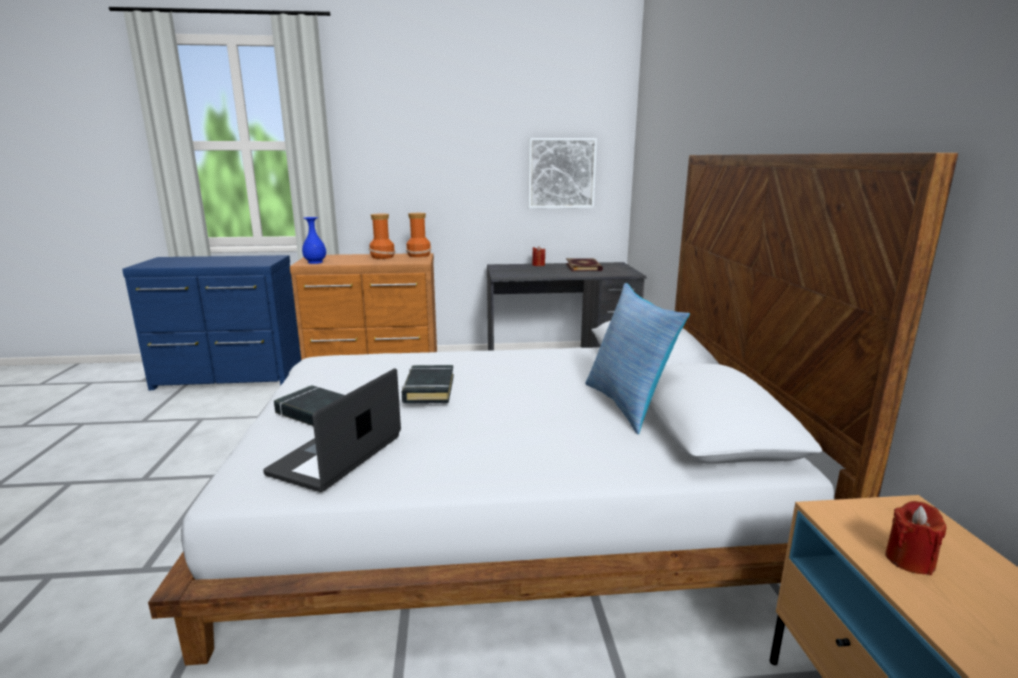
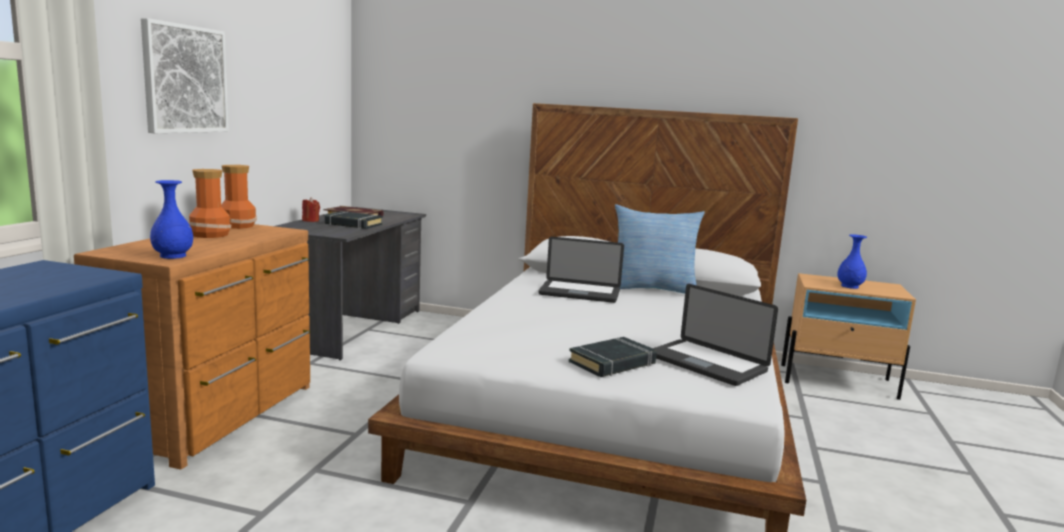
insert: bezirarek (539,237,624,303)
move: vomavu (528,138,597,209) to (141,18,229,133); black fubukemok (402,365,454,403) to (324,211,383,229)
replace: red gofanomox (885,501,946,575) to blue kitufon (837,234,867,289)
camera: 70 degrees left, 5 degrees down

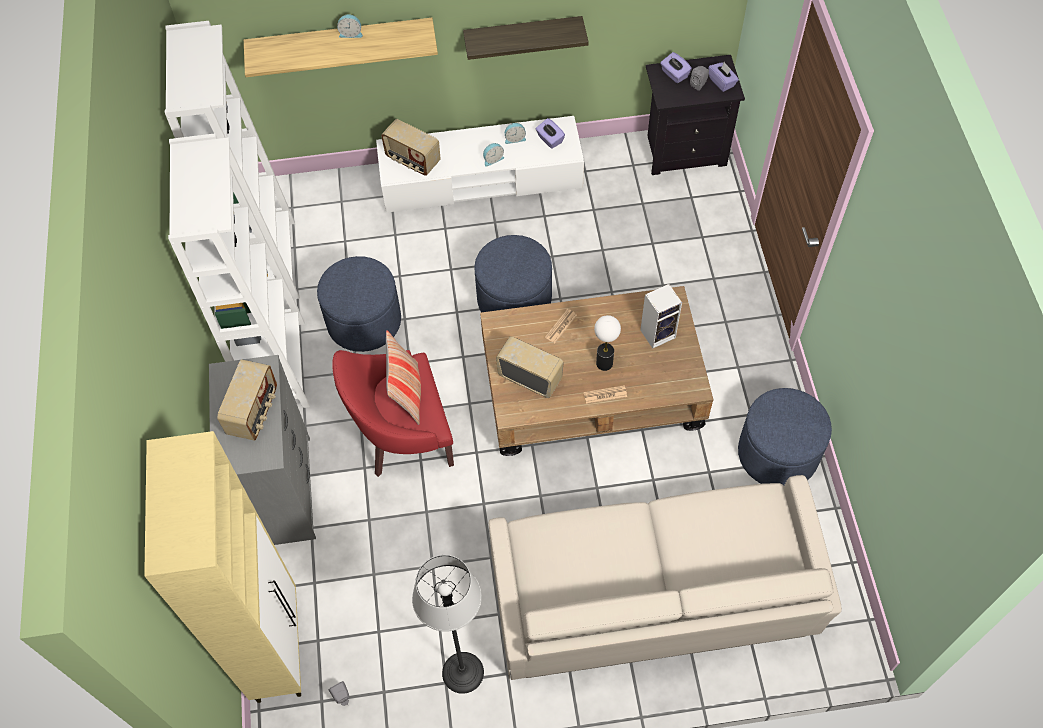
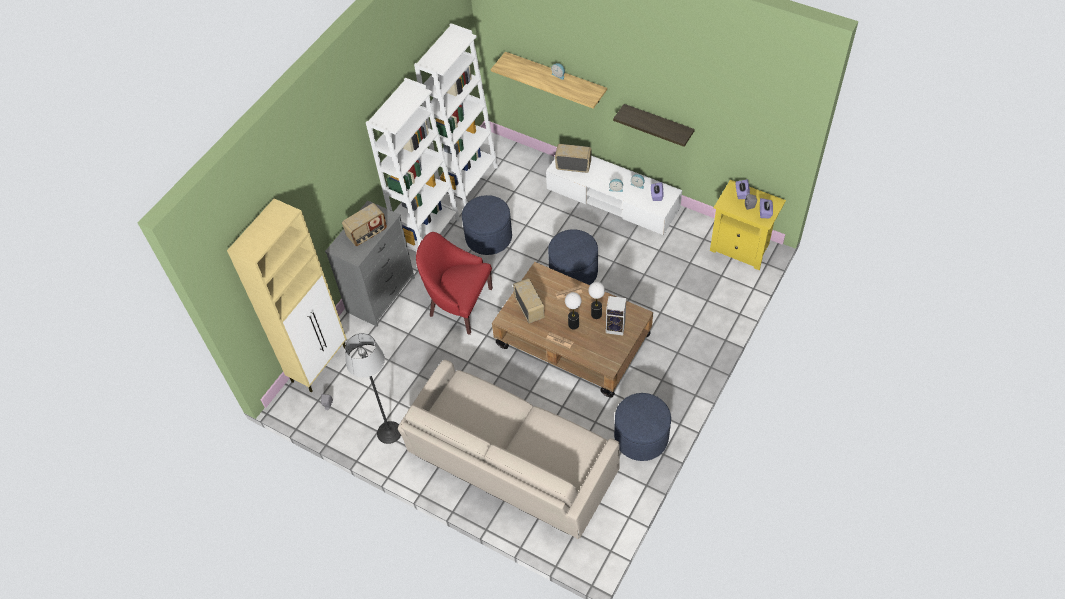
delete: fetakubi (386,330,421,425)
insert: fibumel (588,282,605,319)
recolor: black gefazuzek (646,55,745,175) to yellow gefazuzek (710,180,786,270)
rotate: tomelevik (381,119,441,176) = (555,144,592,173) 120 degrees clockwise
camera: 40 degrees right, 5 degrees down

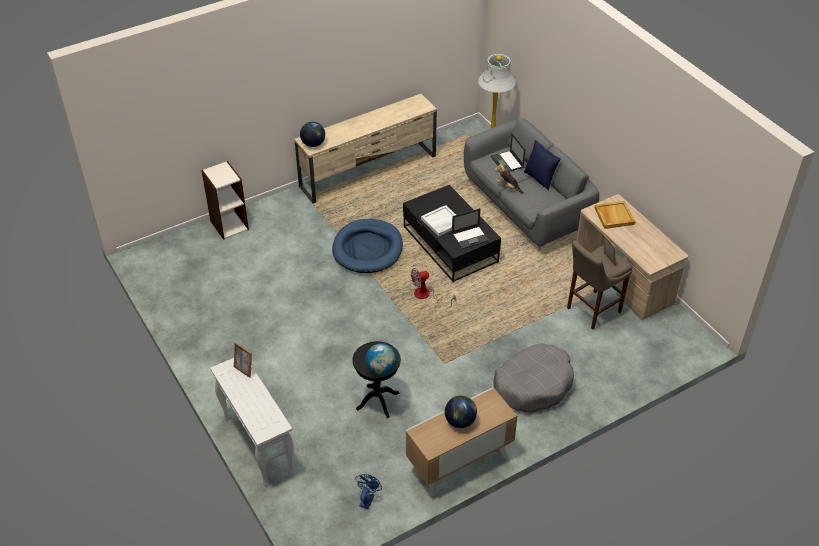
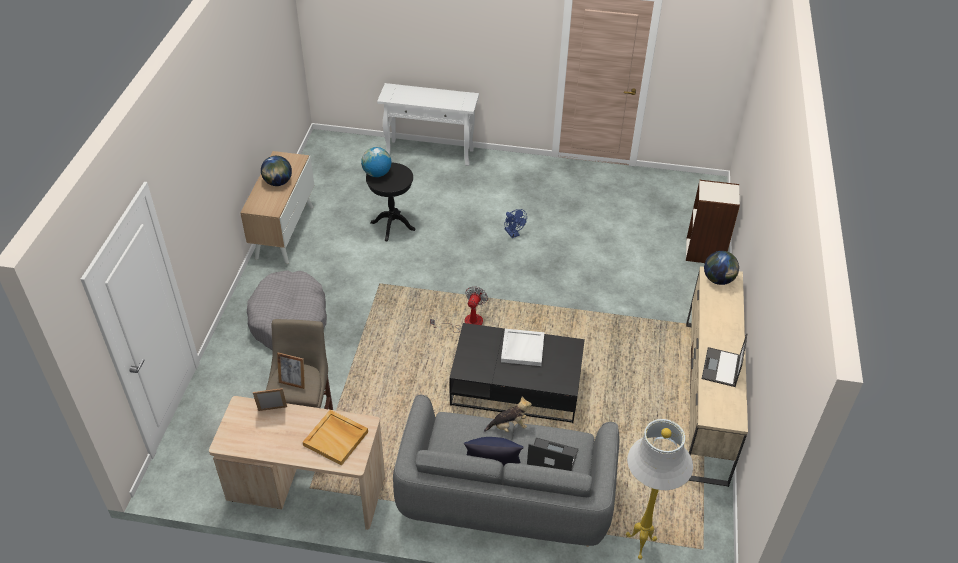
delete: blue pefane (332,219,403,273)
move: bezirarek (452,208,490,249) to (702,333,747,387); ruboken (234,343,252,378) to (253,388,287,411); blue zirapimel (355,474,382,509) to (505,209,527,238)
camera: 130 degrees right, 0 degrees up

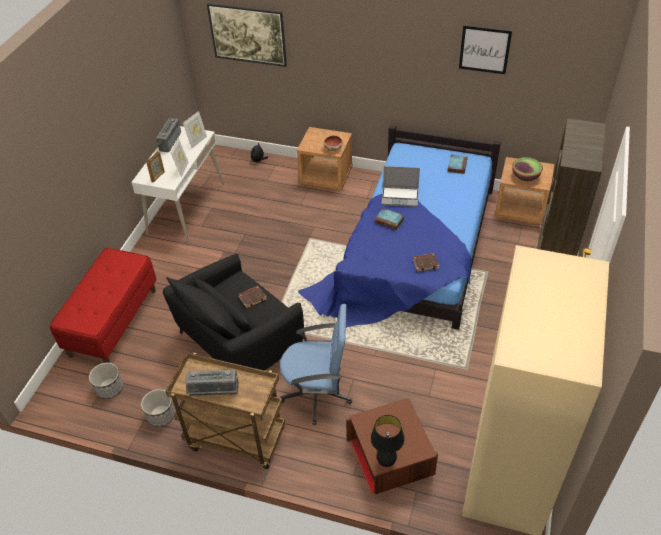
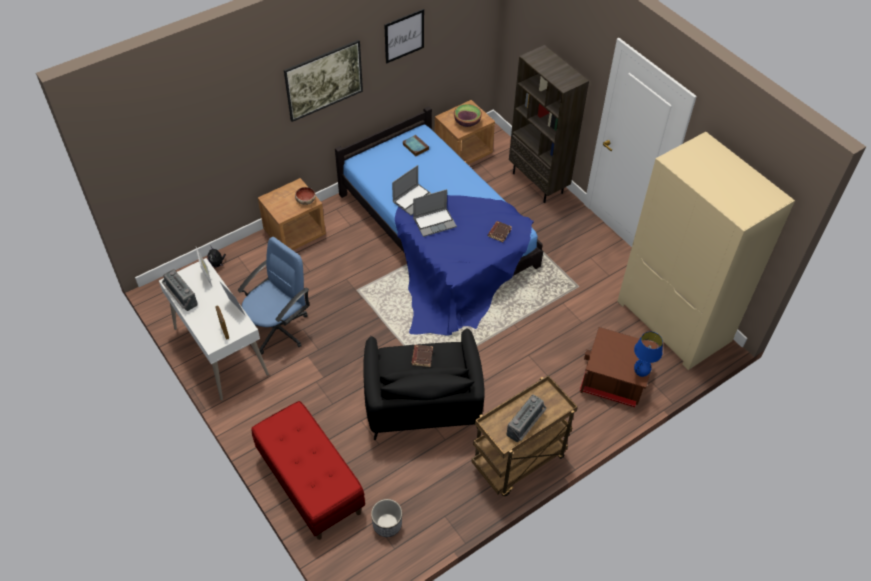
delete: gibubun (141,389,175,427)
move: vomavu (207,3,287,67) to (284,40,363,122); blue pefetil (280,304,352,425) to (238,237,309,355)
replace: fubukemok (375,208,404,230) to bezirarek (413,189,457,237)
recolor: black fibumel (371,415,405,467) to blue fibumel (634,332,663,377)
camera: 55 degrees left, 5 degrees up

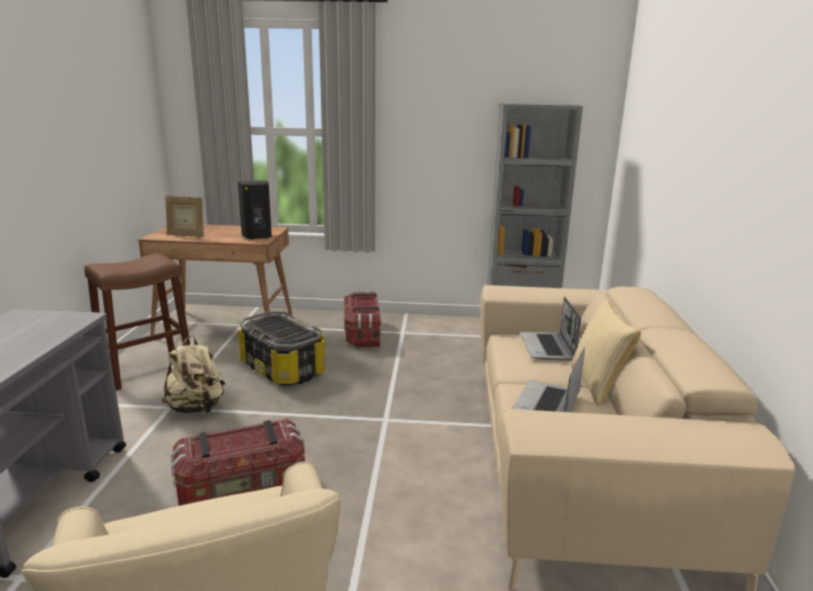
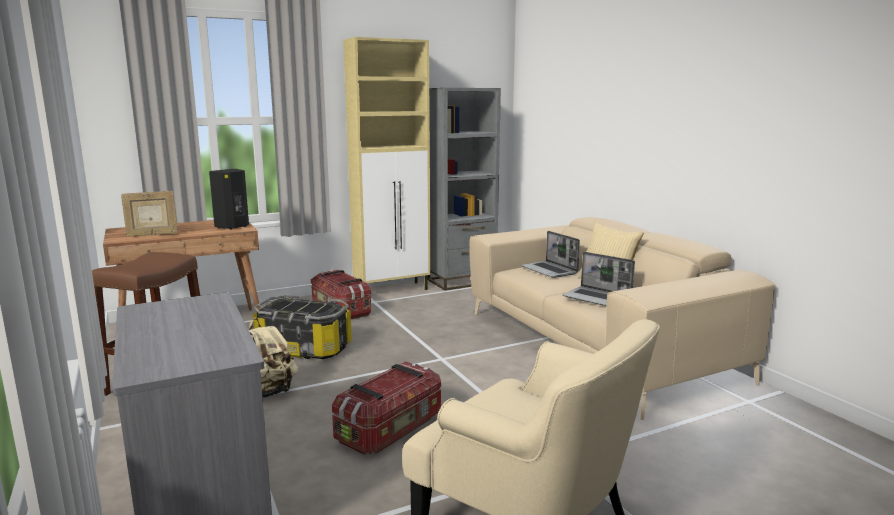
insert: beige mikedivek (343,37,431,290)
rotate: bezirarek (511,347,585,412) = (563,252,635,306) 45 degrees counterclockwise
camera: 30 degrees left, 5 degrees down

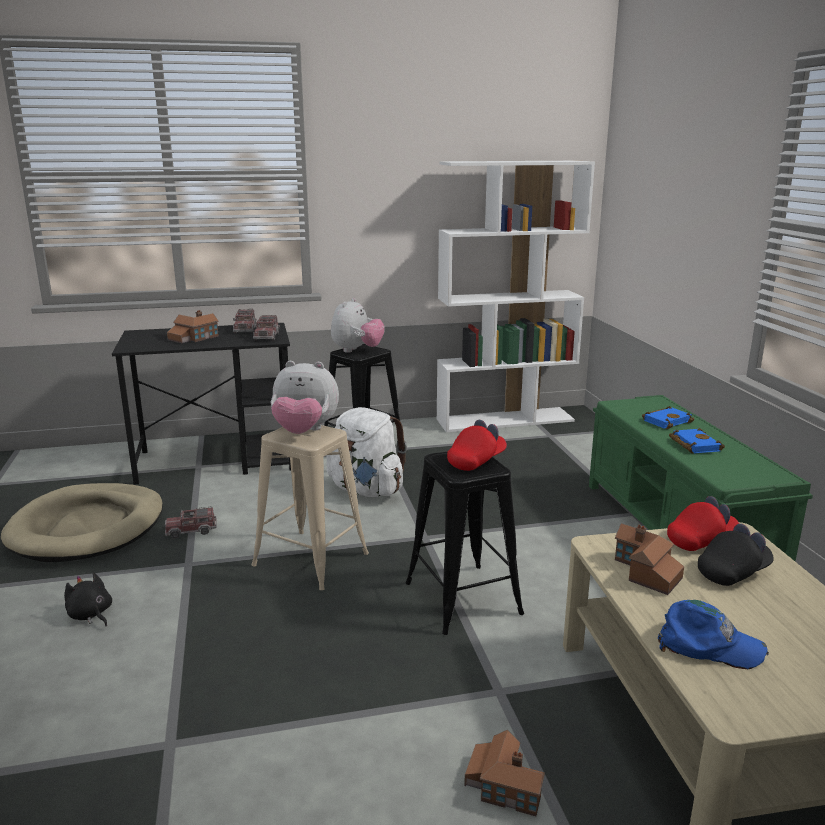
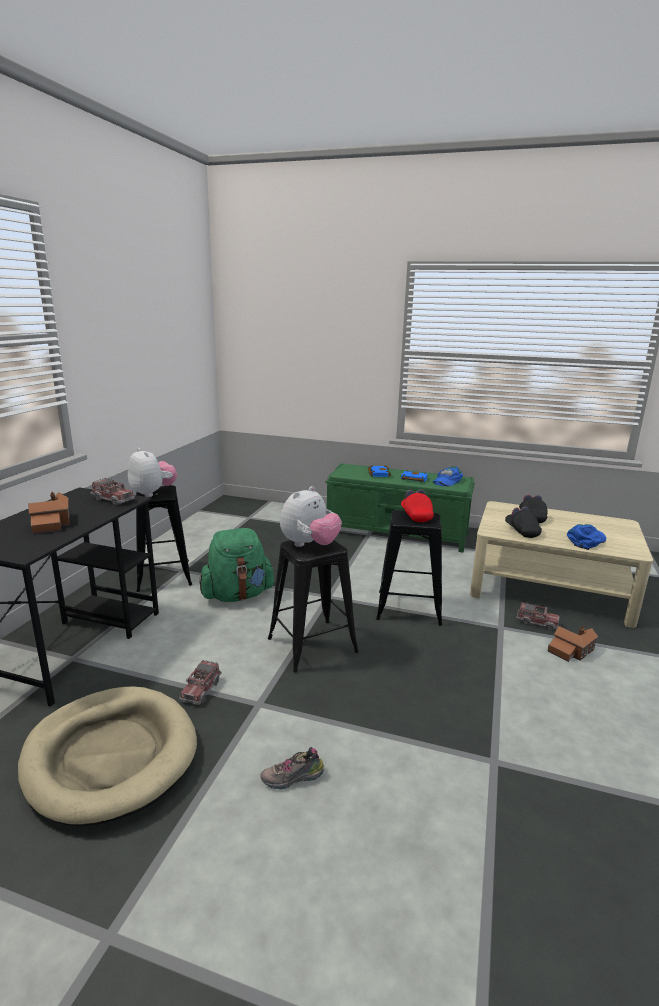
delete: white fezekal (436,161,595,432); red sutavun (667,496,739,551)
insert: blue sutavun (433,466,463,486)
move: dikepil (233,310,257,333) to (516,602,559,631)
replace: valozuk (615,523,684,595) to black sutavun (505,507,542,538); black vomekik (64,572,112,626) to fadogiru (260,747,324,789)
recolor: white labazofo (327,407,407,497) to green labazofo (199,528,275,602); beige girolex (251,425,369,590) to black girolex (268,540,359,673)
camera: 60 degrees left, 0 degrees up

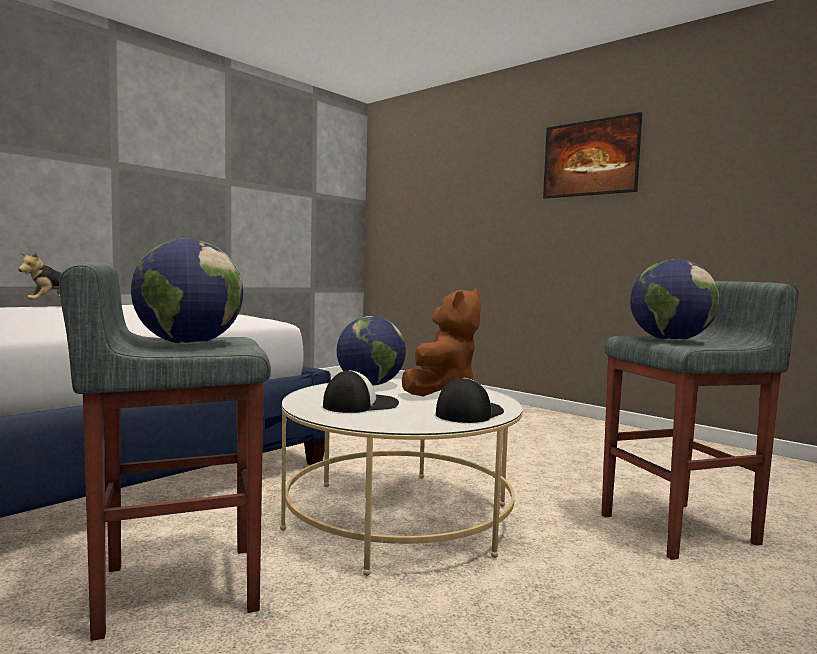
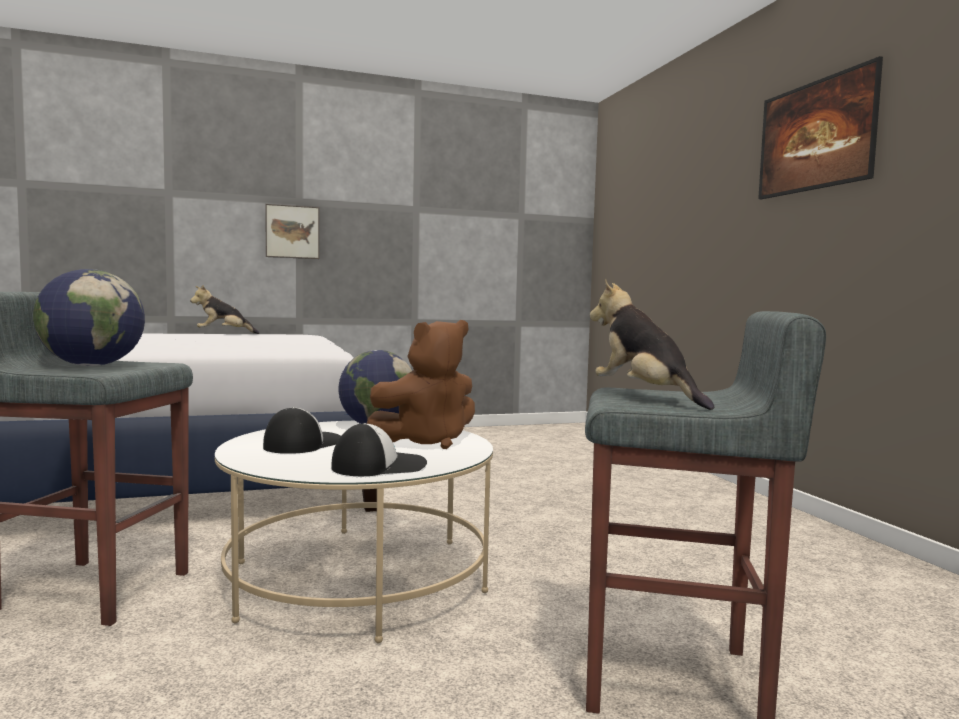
insert: vomavu (265,204,319,259)
replace: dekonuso (630,259,719,341) to vomekik (590,278,714,410)
rotate: sutavun (323,370,399,413) = (263,407,341,454) 60 degrees counterclockwise
camera: 30 degrees right, 0 degrees up

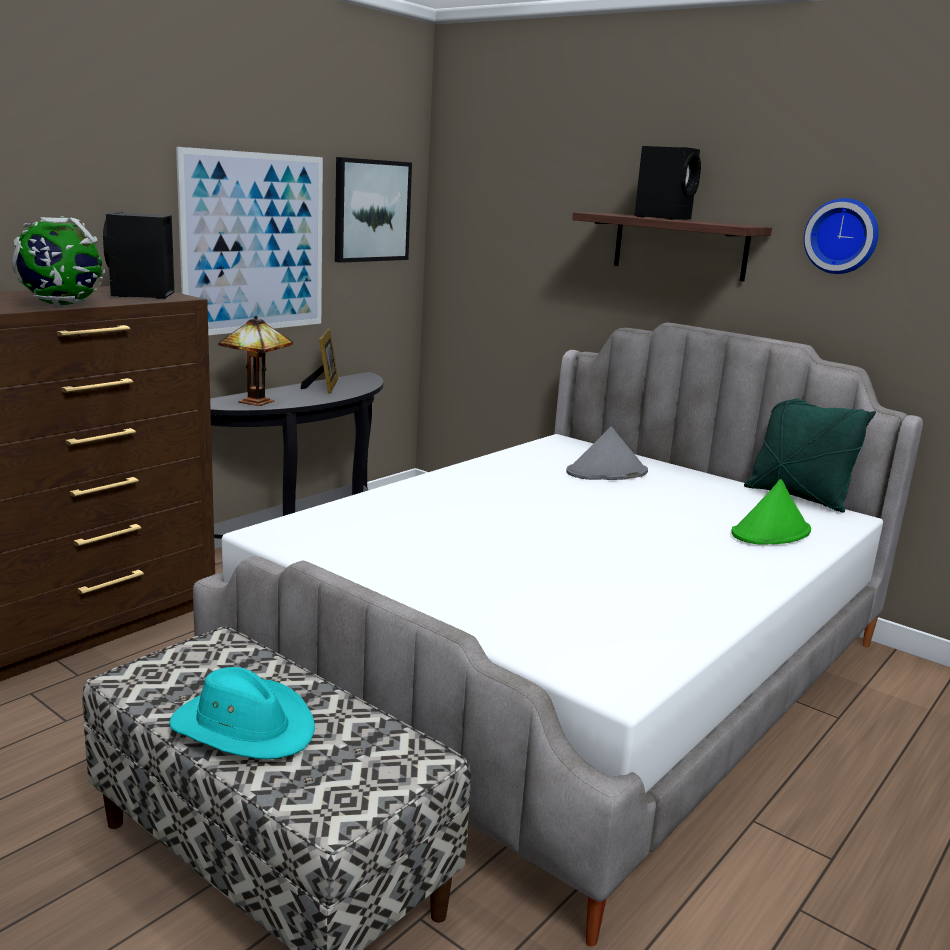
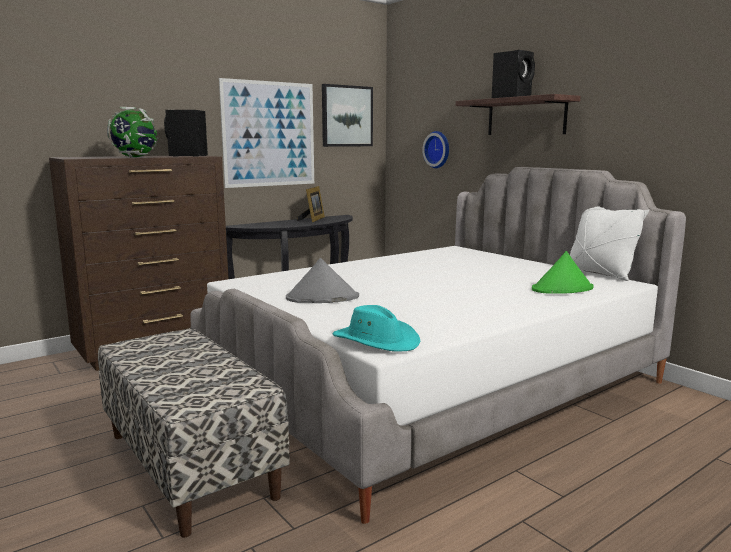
delete: fibumel (218,315,293,406)
move: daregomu (804,198,879,274) to (422,131,449,168); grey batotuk (566,427,648,480) to (286,258,359,303); turquoise batotuk (169,667,315,759) to (333,305,420,352)
recolor: green fetakubi (744,398,876,513) to white fetakubi (570,206,649,281)
camera: 15 degrees right, 5 degrees down

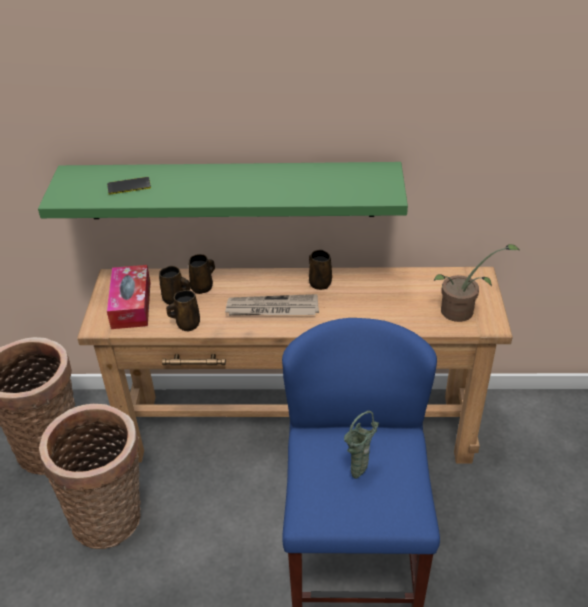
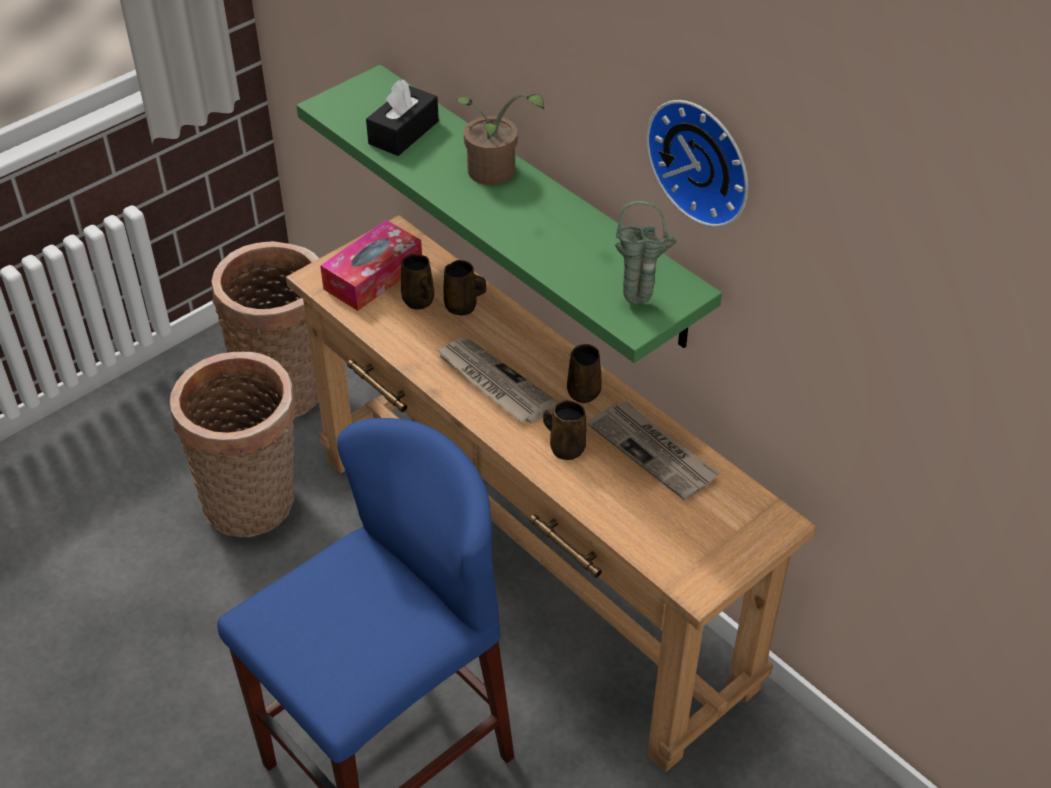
insert: daregomu (646,100,748,227); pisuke (588,401,720,501)
move: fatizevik (434,244,520,322) to (456,94,544,185); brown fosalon (166,290,200,331) to (543,400,587,460); green kitufon (344,411,379,479) to (615,201,676,304)
replace: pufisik (107,177,151,195) to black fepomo (366,80,439,156)
camera: 45 degrees right, 5 degrees up

